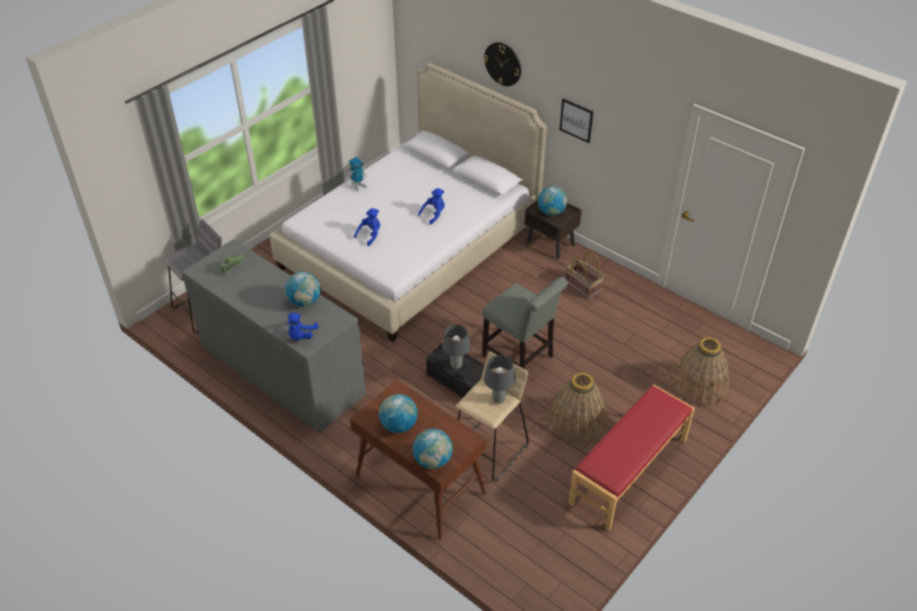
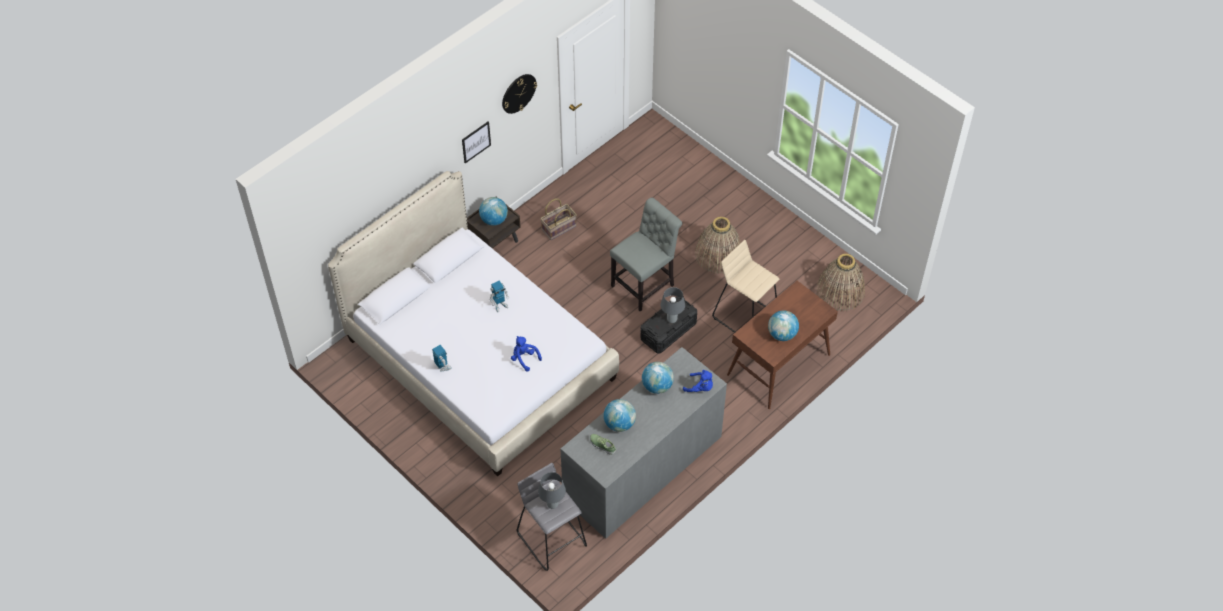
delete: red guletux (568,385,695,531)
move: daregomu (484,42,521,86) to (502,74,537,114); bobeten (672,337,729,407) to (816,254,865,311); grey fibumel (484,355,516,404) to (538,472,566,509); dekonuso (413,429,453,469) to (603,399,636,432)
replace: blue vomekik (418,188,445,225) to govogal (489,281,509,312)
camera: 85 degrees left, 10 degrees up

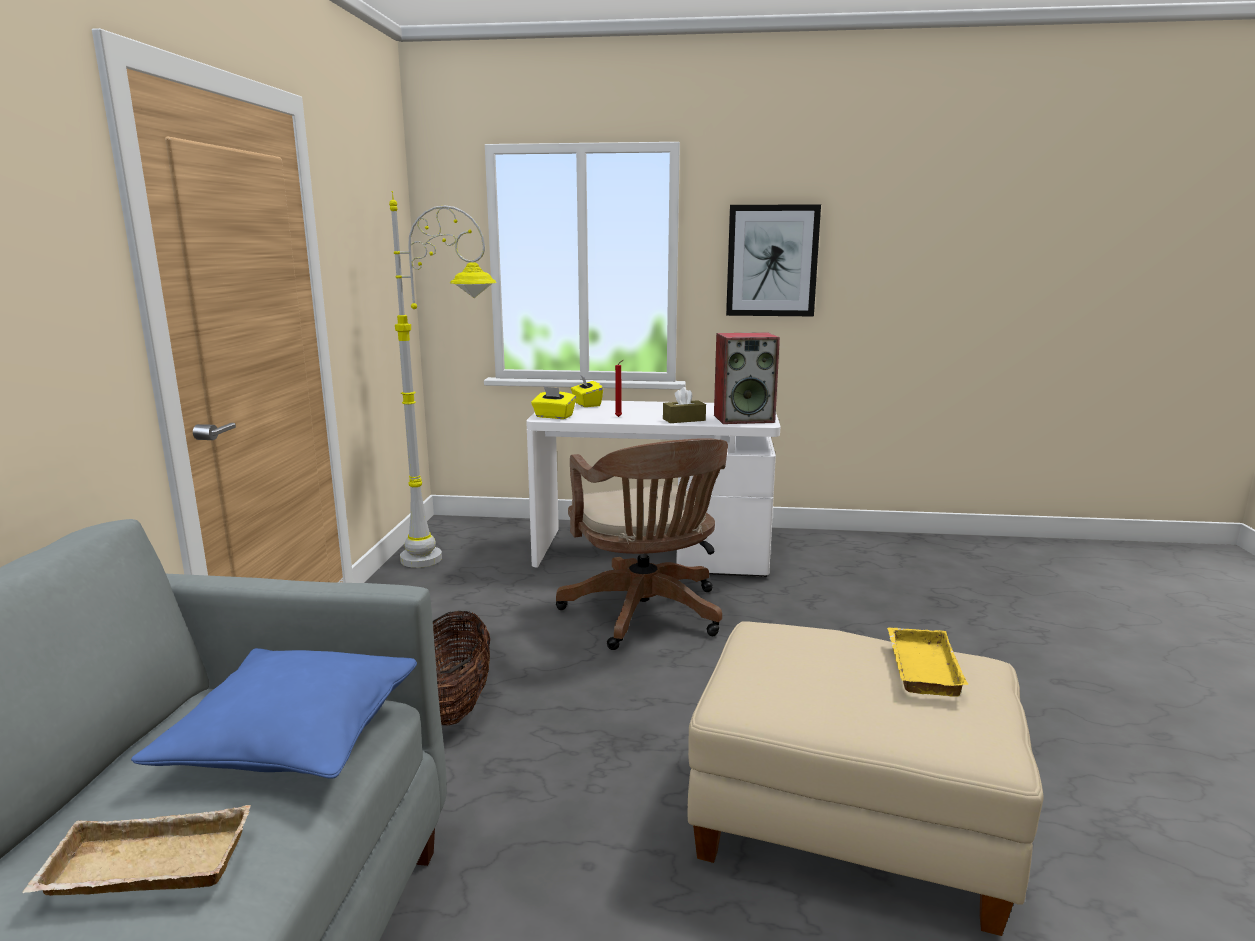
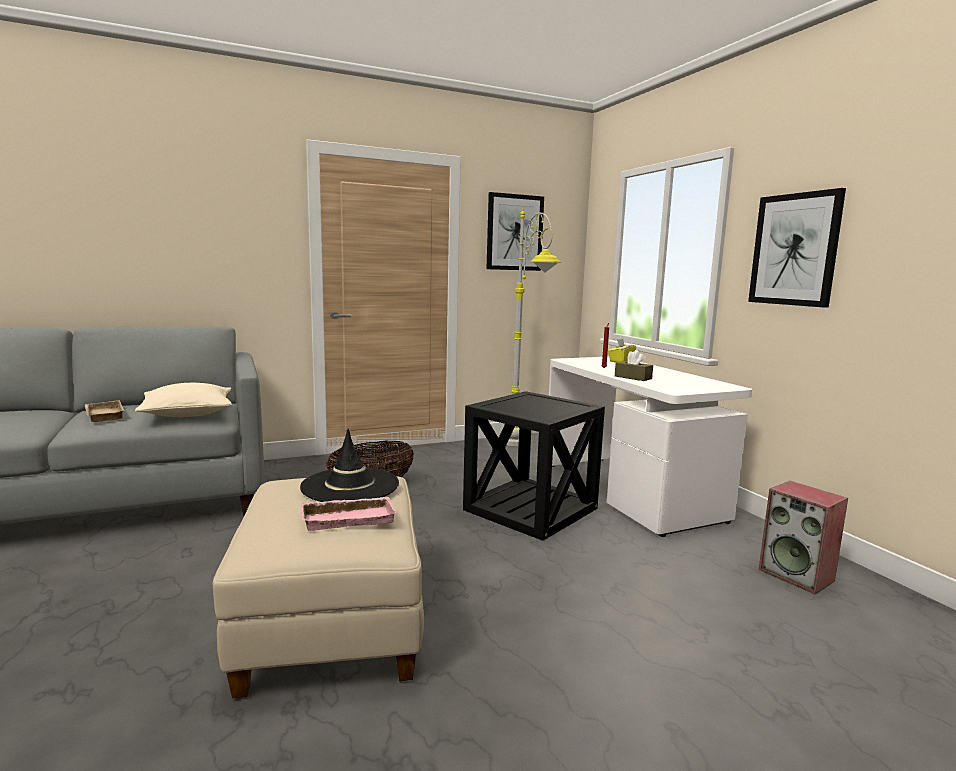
delete: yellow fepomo (531,386,576,419)
insert: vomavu (486,192,544,271); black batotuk (300,429,399,502)
move: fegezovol (714,332,780,424) to (759,481,848,594)
replace: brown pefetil (556,438,728,650) to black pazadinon (463,391,605,541)
recolor: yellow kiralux (888,628,969,697) to pink kiralux (300,497,396,531); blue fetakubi (131,648,417,779) to beige fetakubi (135,383,232,417)
camera: 60 degrees right, 5 degrees down

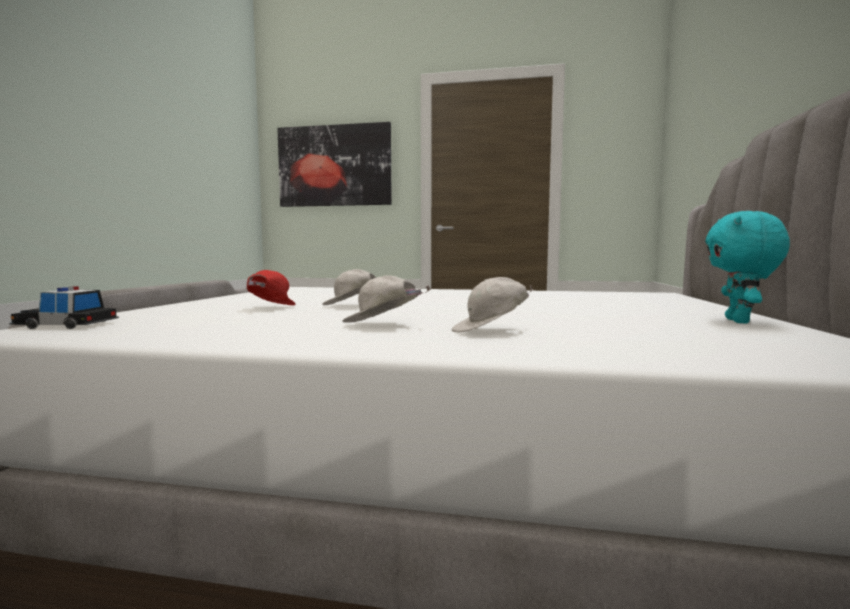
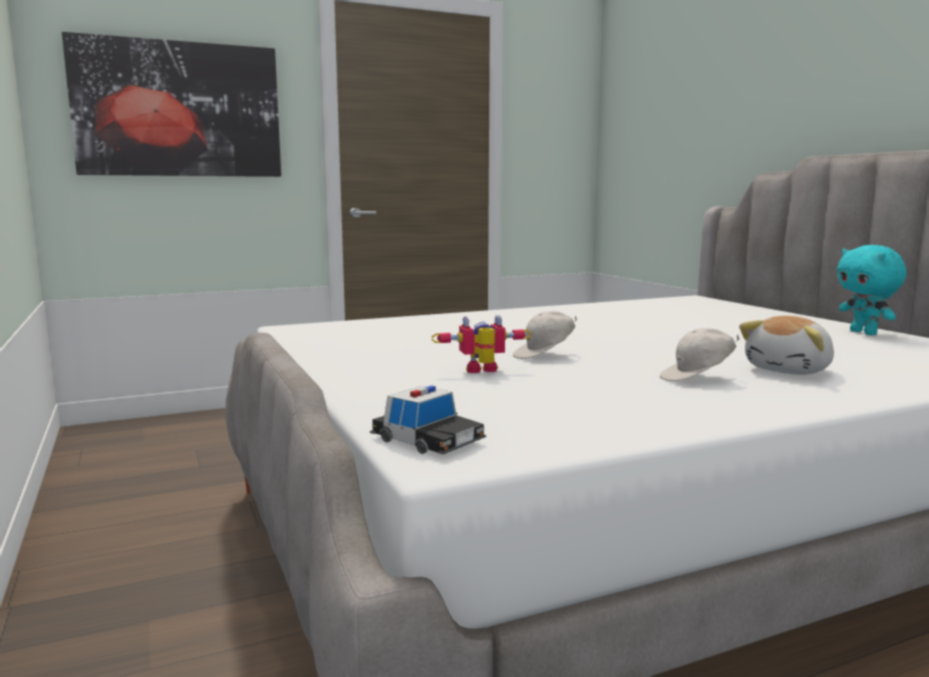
replace: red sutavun (247,270,296,305) to govogal (431,315,531,373); white sutavun (452,277,533,333) to vomekik (739,316,834,375)
rotate: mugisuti (9,286,119,329) = (370,385,486,454) 105 degrees counterclockwise
camera: 35 degrees left, 5 degrees up

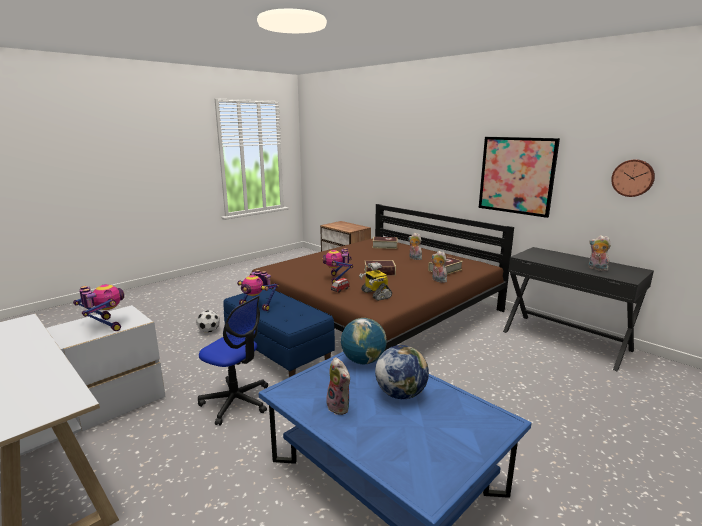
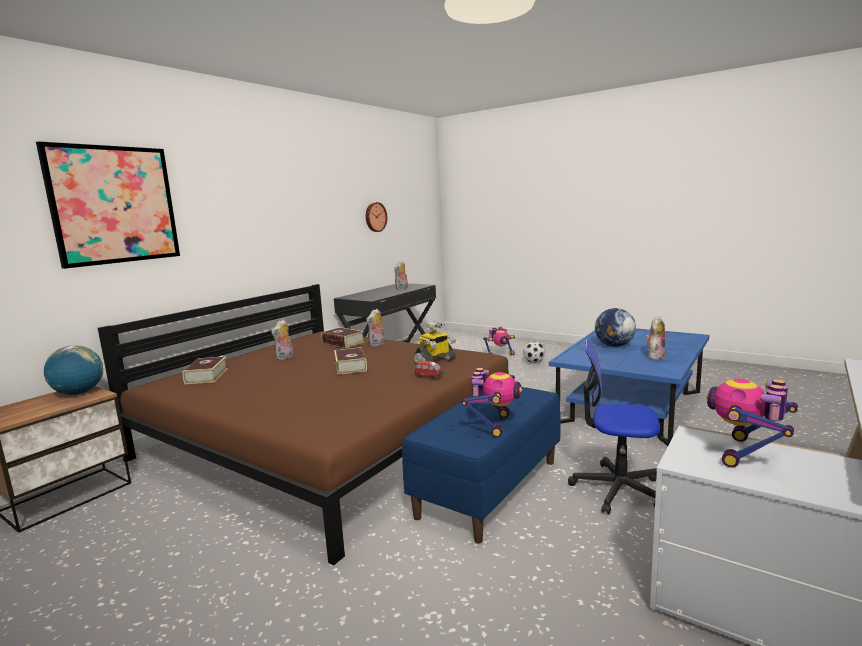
move: vomavu (479,137,560,218) to (36,141,180,269); govogal (322,248,353,283) to (483,327,515,355); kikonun (196,310,220,333) to (523,341,545,363); dekonuso (341,318,387,364) to (44,345,103,395)
rotate: pefetil (198,296,268,425) = (568,340,660,514) 90 degrees counterclockwise
camera: 100 degrees left, 5 degrees down

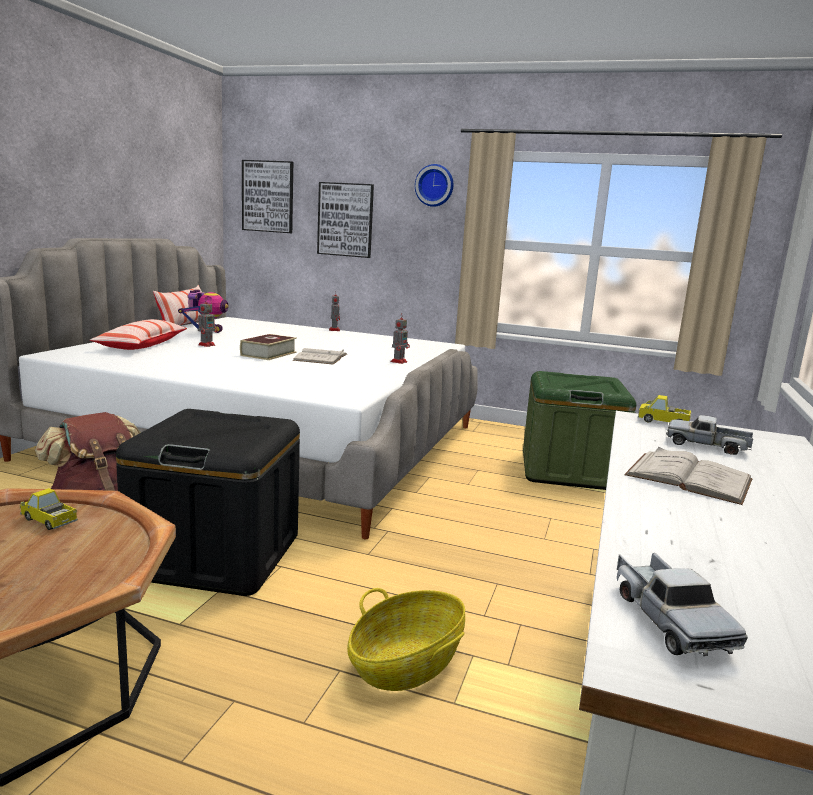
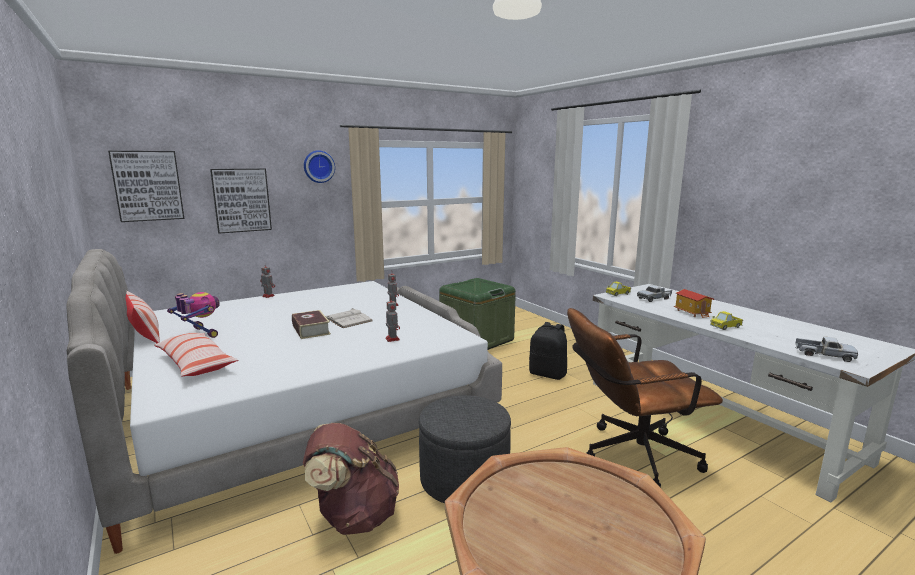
insert: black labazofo (529,322,567,380)
move: govogal (198,298,218,347) to (385,298,400,342); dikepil (20,488,78,530) to (710,311,743,330)
replace: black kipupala (116,409,300,596) to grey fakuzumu (419,395,511,503); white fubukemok (624,447,753,505) to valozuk (674,289,714,318); bobeten (347,588,465,691) to brown pefetil (567,308,723,488)
camera: 50 degrees left, 0 degrees up

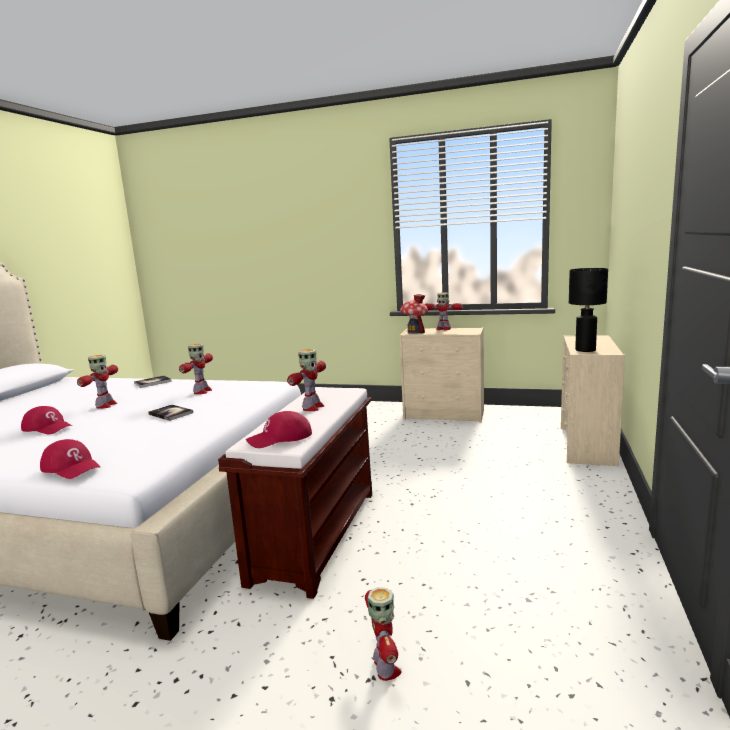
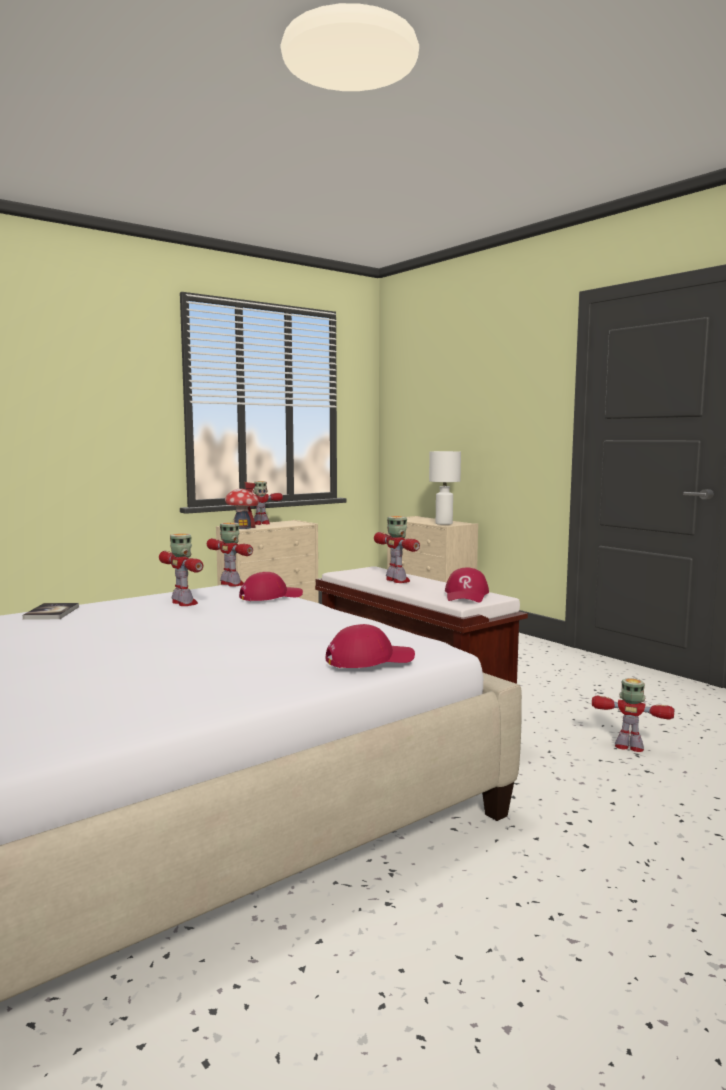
delete: fubukemok (148,405,193,421)
move: govogal (77,355,118,409) to (207,522,253,587); red sutavun (21,406,73,434) to (239,572,303,601)
recolor: black fibumel (569,268,608,352) to white fibumel (429,451,461,525)
camera: 55 degrees left, 5 degrees down

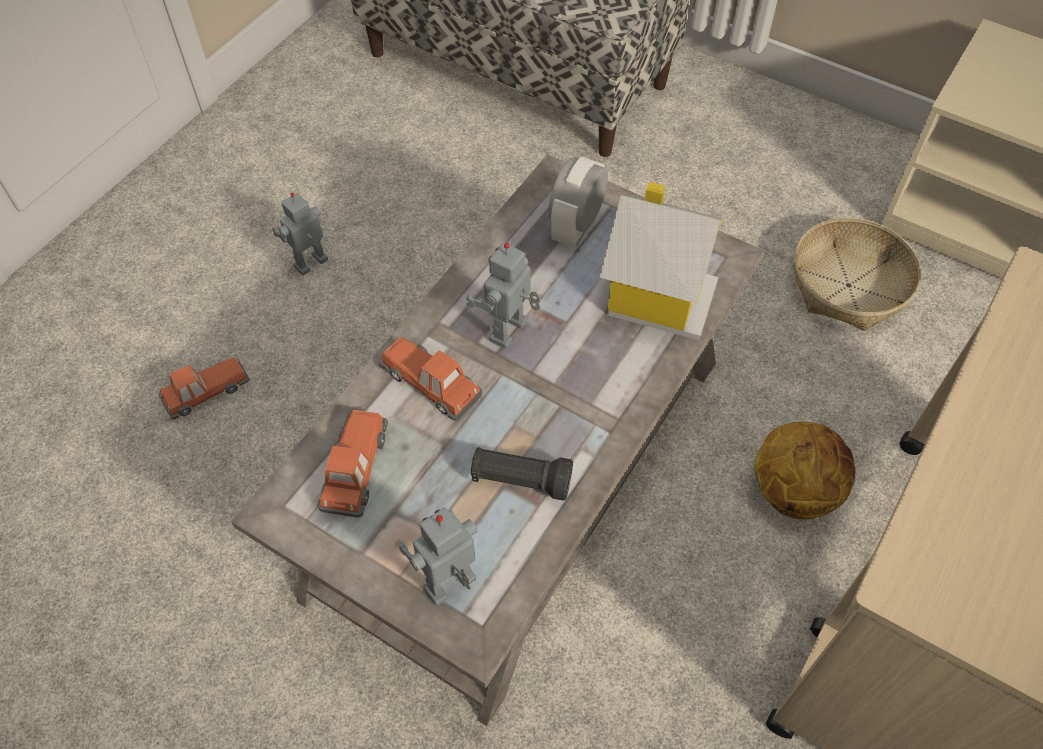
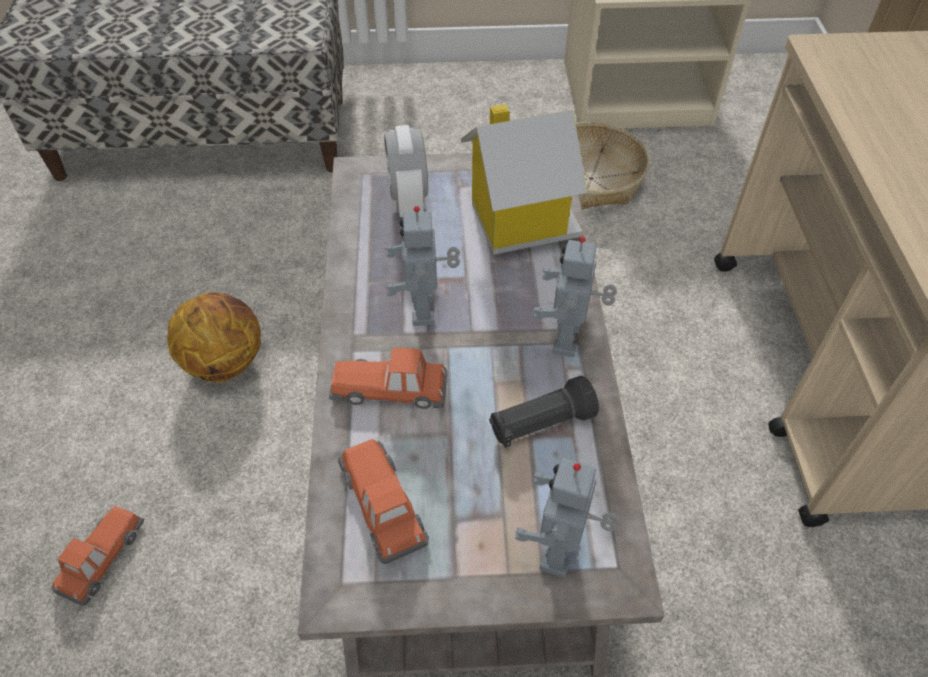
move: govogal (272,192,328,276) to (533,236,617,357); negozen (754,422,855,519) to (167,292,261,382)
camera: 35 degrees left, 5 degrees down

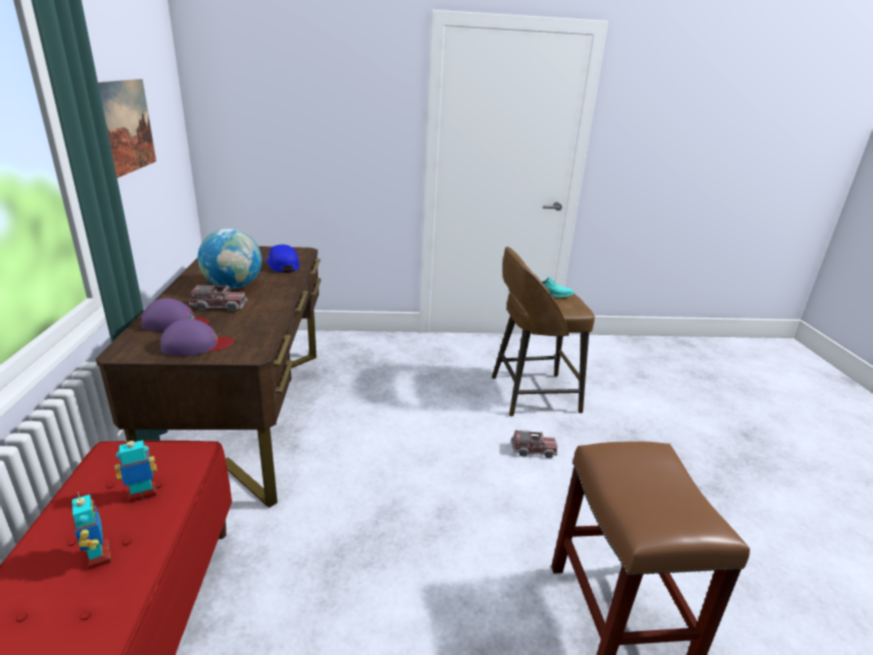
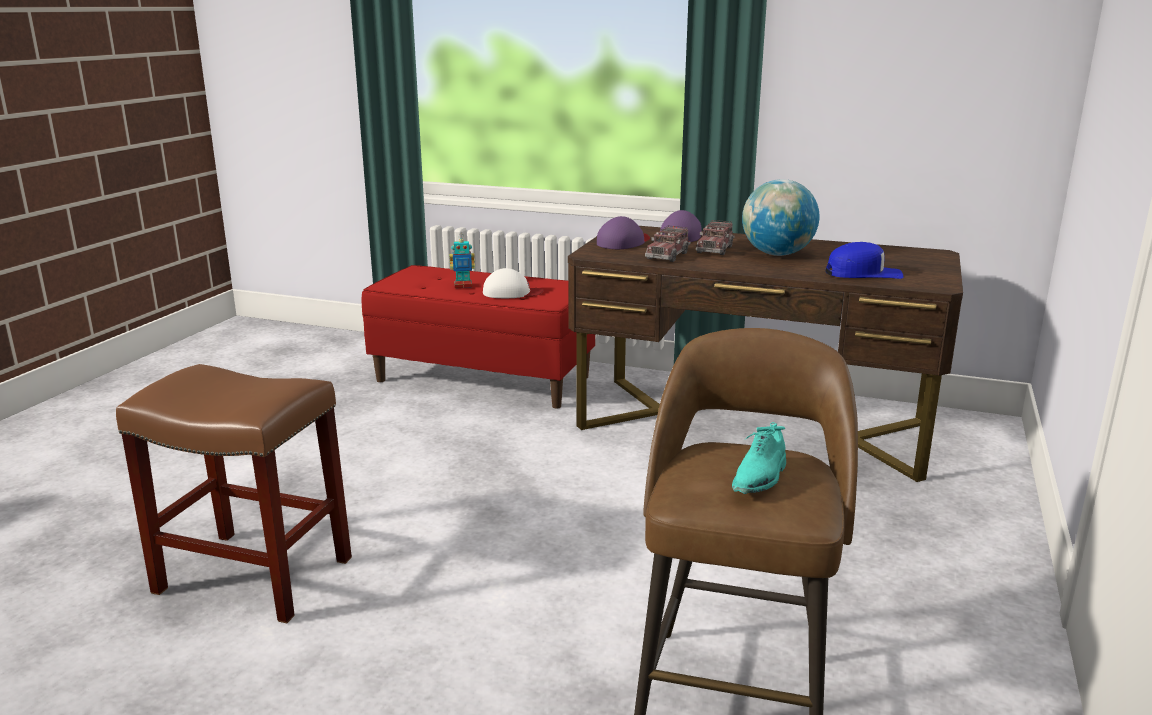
delete: vomavu (98,79,156,178)
move: dikepil (511,430,558,458) to (645,226,691,262)
replace: govogal (115,436,157,503) to white sutavun (483,268,544,298)
rotate: purple sutavun (160,319,234,356) = (597,216,650,249) 150 degrees counterclockwise
camera: 115 degrees right, 5 degrees down

